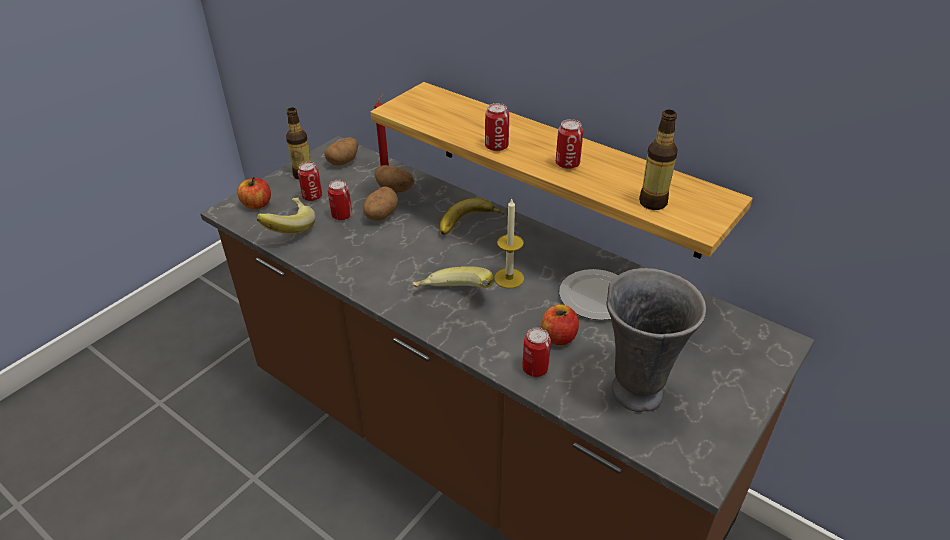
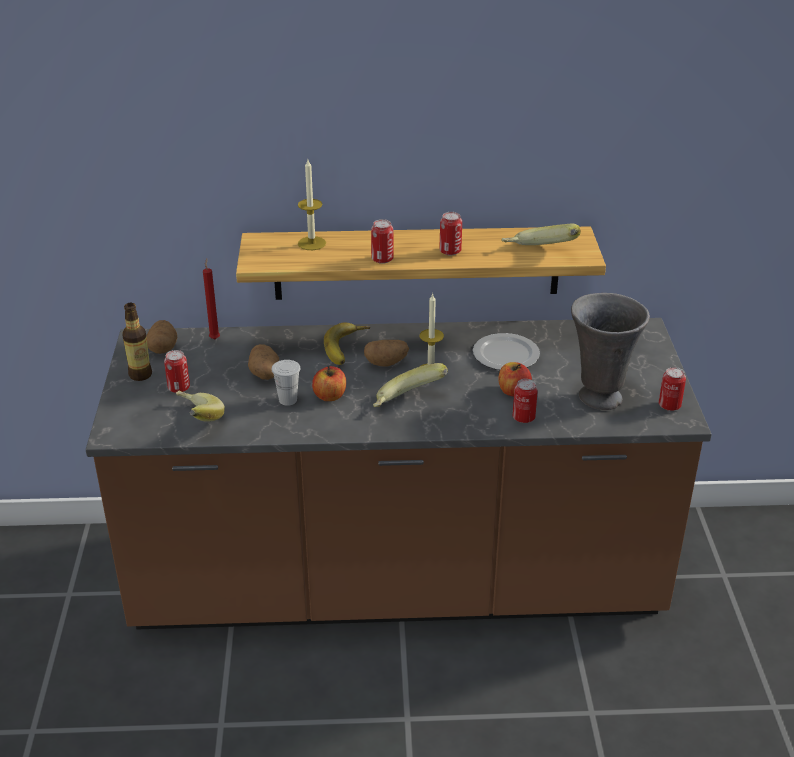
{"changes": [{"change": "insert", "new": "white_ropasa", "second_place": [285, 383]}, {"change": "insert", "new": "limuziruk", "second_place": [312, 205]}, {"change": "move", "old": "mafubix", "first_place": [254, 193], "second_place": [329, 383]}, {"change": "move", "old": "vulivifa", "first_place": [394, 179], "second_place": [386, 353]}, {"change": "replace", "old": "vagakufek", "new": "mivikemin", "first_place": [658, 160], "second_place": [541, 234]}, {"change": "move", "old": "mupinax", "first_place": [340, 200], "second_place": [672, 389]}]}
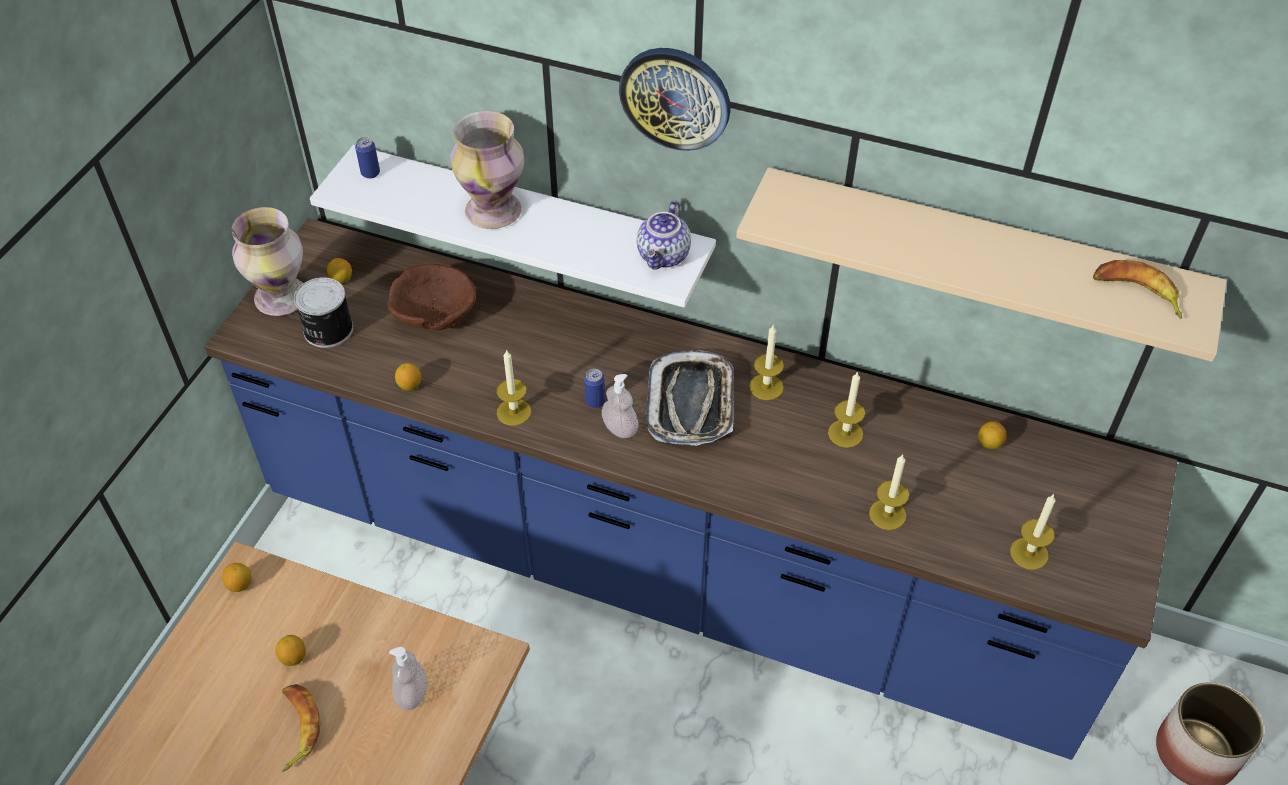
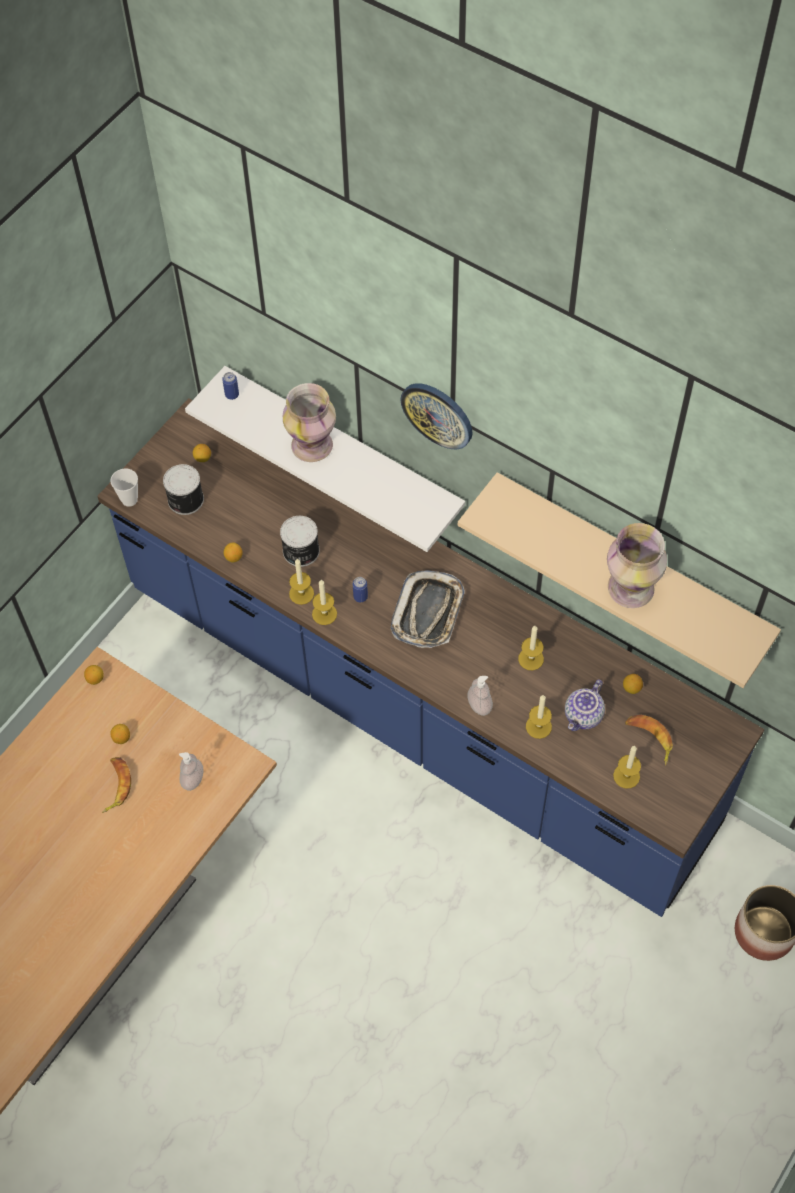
{"changes": [{"change": "insert", "new": "ropasa", "second_place": [124, 488]}, {"change": "insert", "new": "mupinax", "second_place": [300, 541]}, {"change": "move", "old": "limuziruk", "first_place": [766, 362], "second_place": [324, 602]}, {"change": "move", "old": "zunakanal", "first_place": [620, 406], "second_place": [480, 696]}, {"change": "move", "old": "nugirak", "first_place": [664, 234], "second_place": [585, 705]}, {"change": "move", "old": "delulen", "first_place": [267, 261], "second_place": [637, 565]}, {"change": "move", "old": "mivikemin", "first_place": [1137, 289], "second_place": [649, 740]}, {"change": "delete", "old": "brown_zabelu", "first_place": [431, 297]}]}
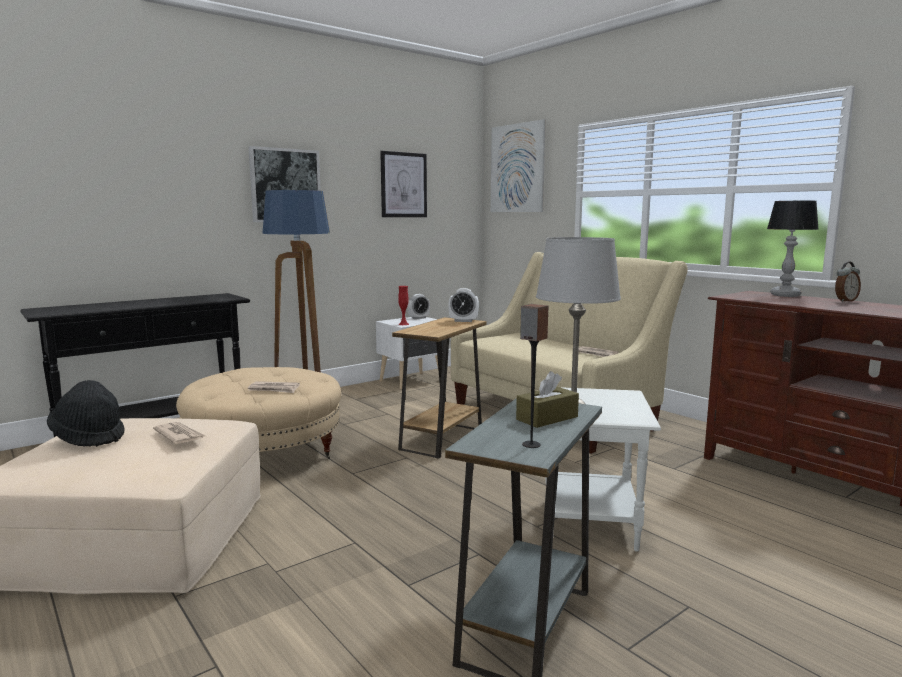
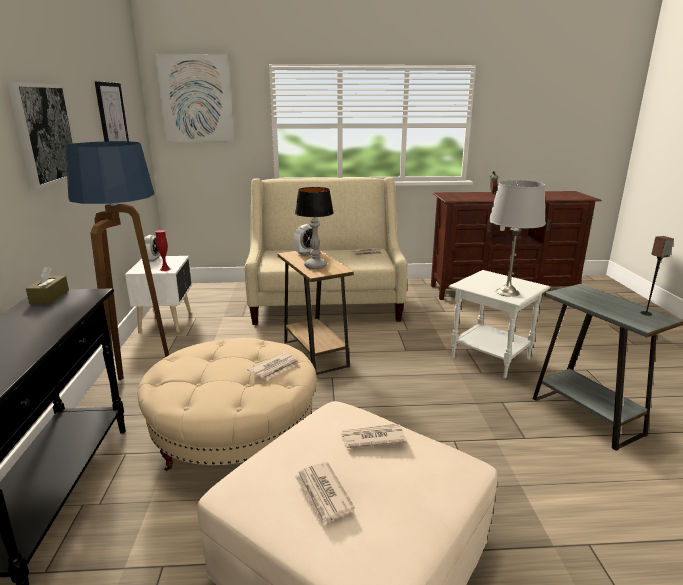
{"changes": [{"change": "move", "old": "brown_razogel", "first_place": [547, 399], "second_place": [47, 285]}, {"change": "move", "old": "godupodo", "first_place": [793, 249], "second_place": [314, 228]}, {"change": "replace", "old": "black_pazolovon", "new": "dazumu", "first_place": [86, 413], "second_place": [325, 494]}]}
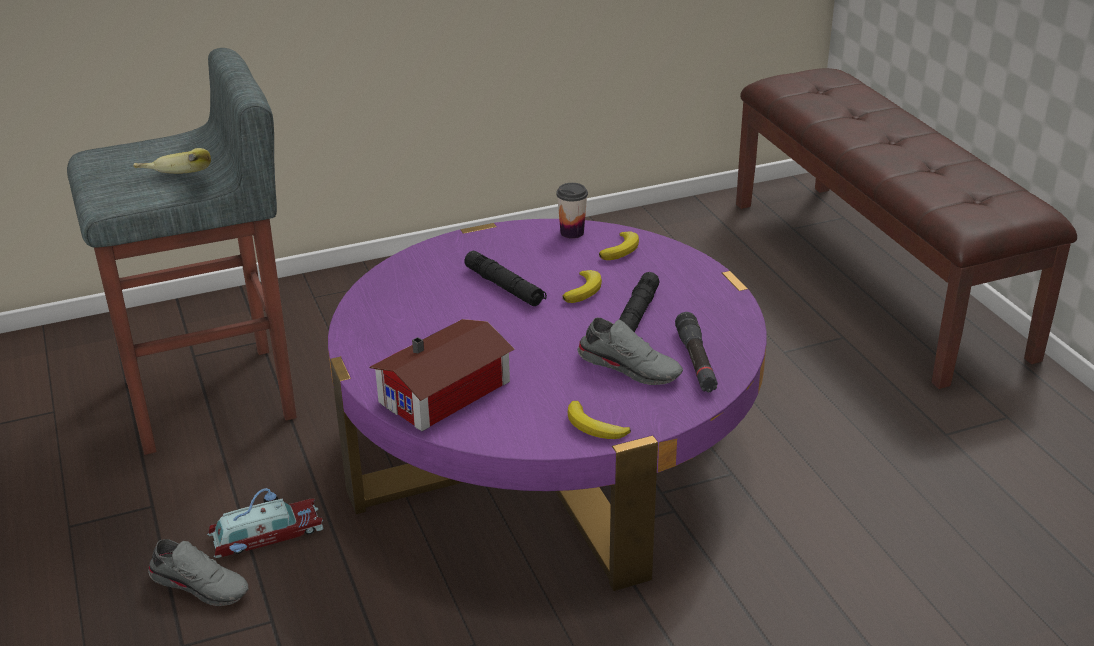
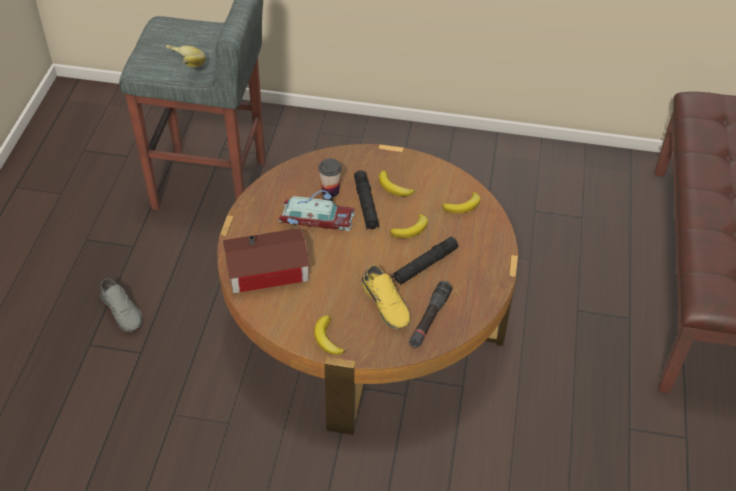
{"changes": [{"change": "recolor", "old": "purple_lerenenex", "new": "brown_lerenenex", "first_place": [547, 405], "second_place": [367, 289]}, {"change": "move", "old": "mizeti", "first_place": [265, 523], "second_place": [316, 210]}, {"change": "move", "old": "ropasa", "first_place": [572, 211], "second_place": [330, 177]}, {"change": "recolor", "old": "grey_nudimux", "new": "yellow_nudimux", "first_place": [630, 351], "second_place": [386, 297]}, {"change": "insert", "new": "mivikemin", "second_place": [397, 184]}]}
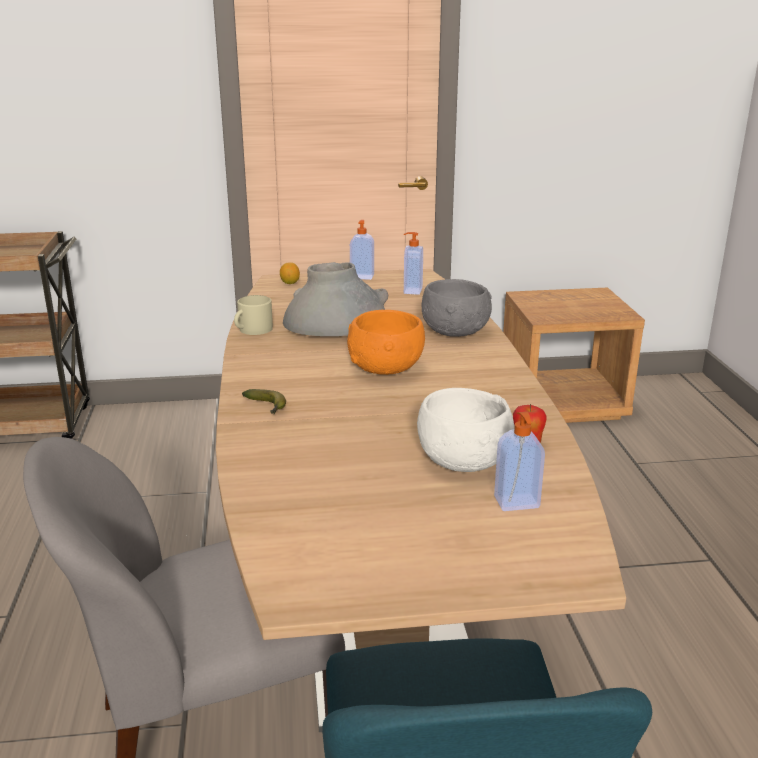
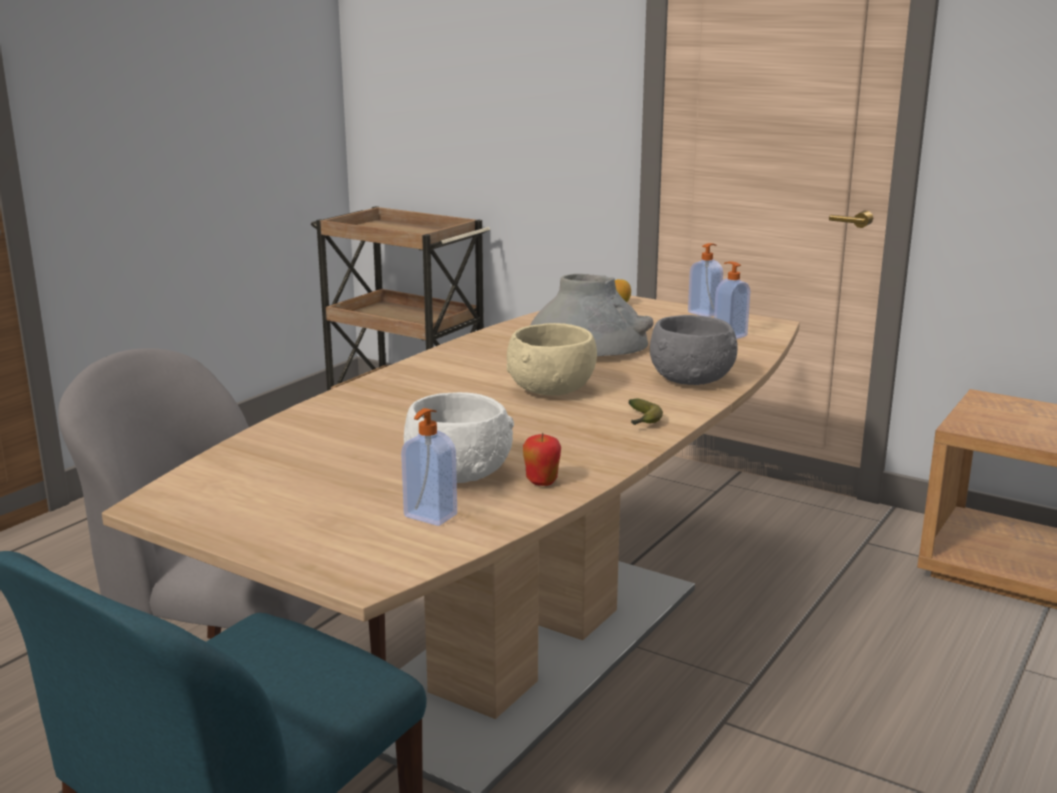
{"changes": [{"change": "recolor", "old": "orange_zabelu", "new": "beige_zabelu", "first_place": [386, 342], "second_place": [552, 359]}, {"change": "move", "old": "mivikemin", "first_place": [264, 401], "second_place": [646, 412]}, {"change": "delete", "old": "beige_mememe", "first_place": [253, 315]}]}
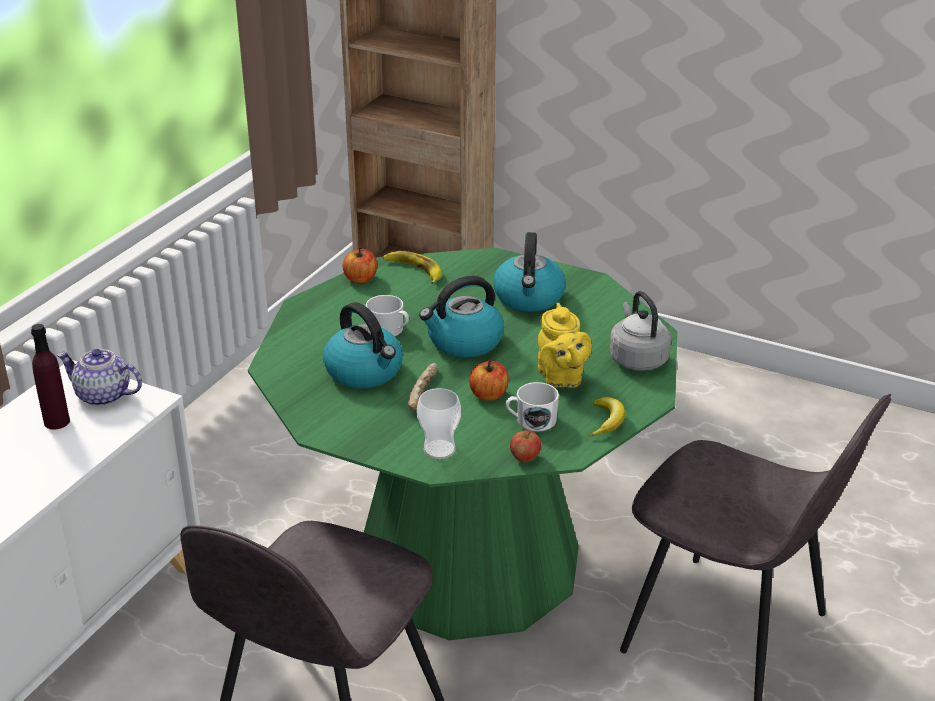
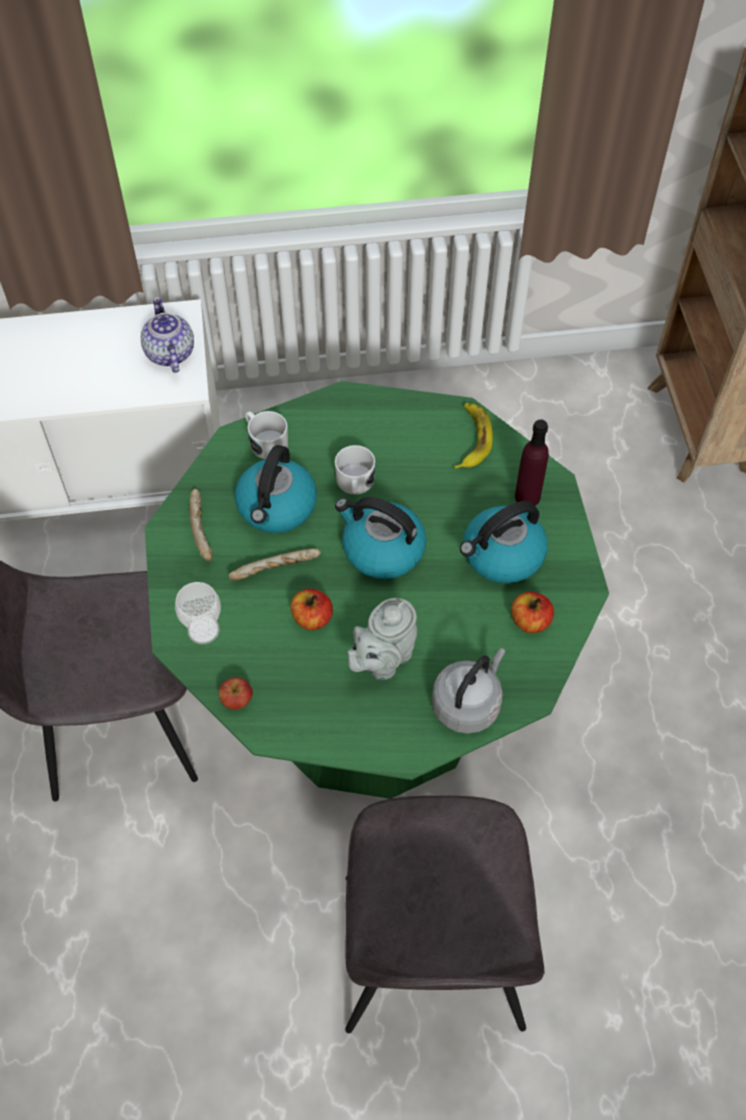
{"changes": [{"change": "insert", "new": "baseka", "second_place": [201, 525]}, {"change": "move", "old": "white_mememe", "first_place": [532, 407], "second_place": [266, 435]}, {"change": "recolor", "old": "yellow_nugirak", "new": "grey_nugirak", "first_place": [565, 345], "second_place": [382, 639]}, {"change": "move", "old": "mafubix", "first_place": [360, 265], "second_place": [532, 612]}, {"change": "move", "old": "purple_vagakufek", "first_place": [50, 377], "second_place": [532, 462]}, {"change": "delete", "old": "mivikemin", "first_place": [607, 417]}]}
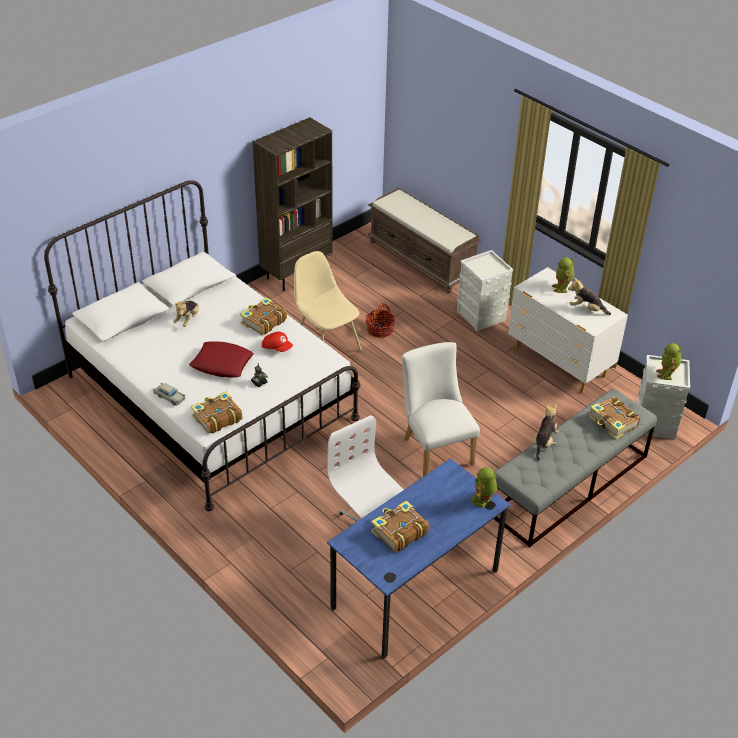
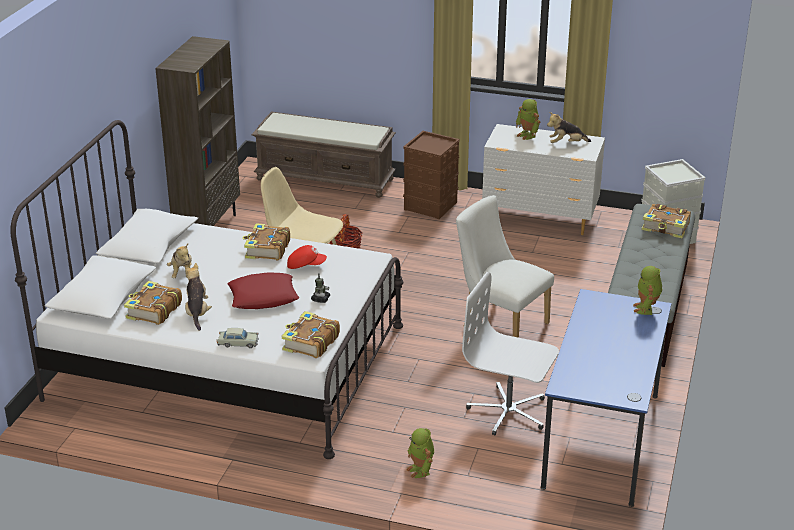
{"changes": [{"change": "move", "old": "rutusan", "first_place": [400, 526], "second_place": [153, 303]}, {"change": "move", "old": "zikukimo", "first_place": [546, 432], "second_place": [198, 297]}, {"change": "recolor", "old": "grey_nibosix", "new": "brown_nibosix", "first_place": [485, 290], "second_place": [431, 175]}, {"change": "move", "old": "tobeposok", "first_place": [668, 361], "second_place": [420, 453]}]}
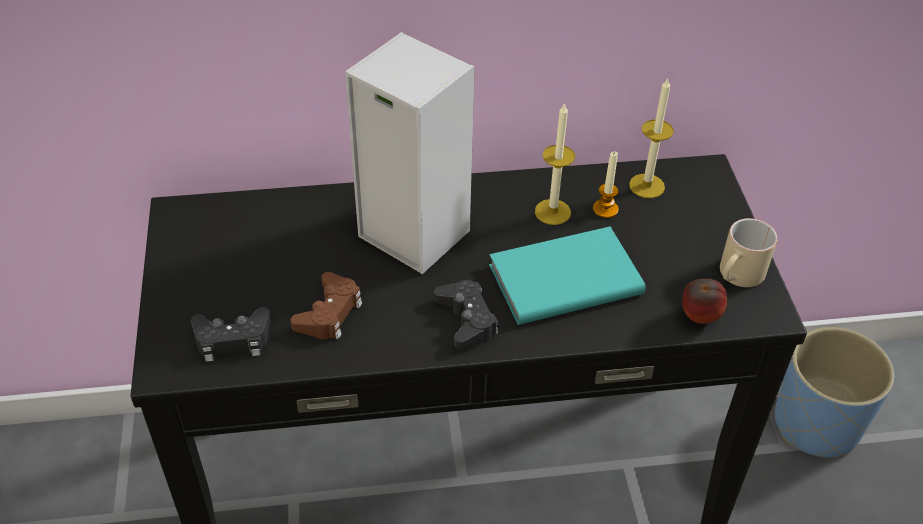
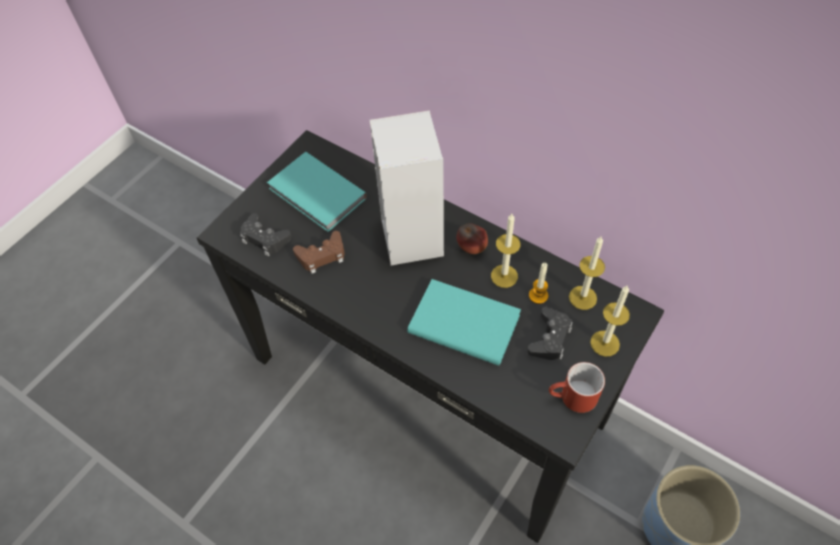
{"changes": [{"change": "insert", "new": "turquoise_rutusan", "second_place": [317, 192]}, {"change": "move", "old": "mafubix", "first_place": [704, 301], "second_place": [472, 238]}, {"change": "move", "old": "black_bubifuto", "first_place": [466, 315], "second_place": [550, 333]}, {"change": "recolor", "old": "beige_mememe", "new": "red_mememe", "first_place": [749, 252], "second_place": [577, 387]}, {"change": "insert", "new": "limuziruk", "second_place": [610, 321]}]}
